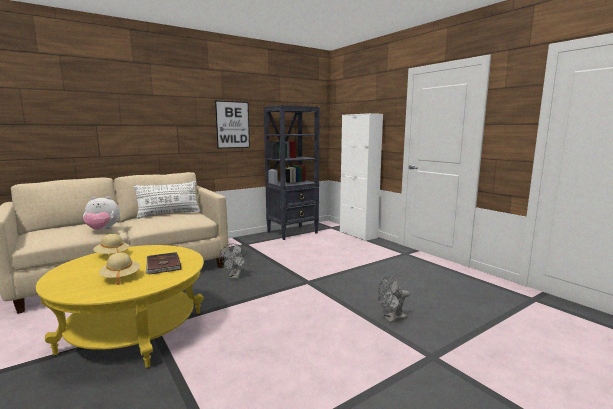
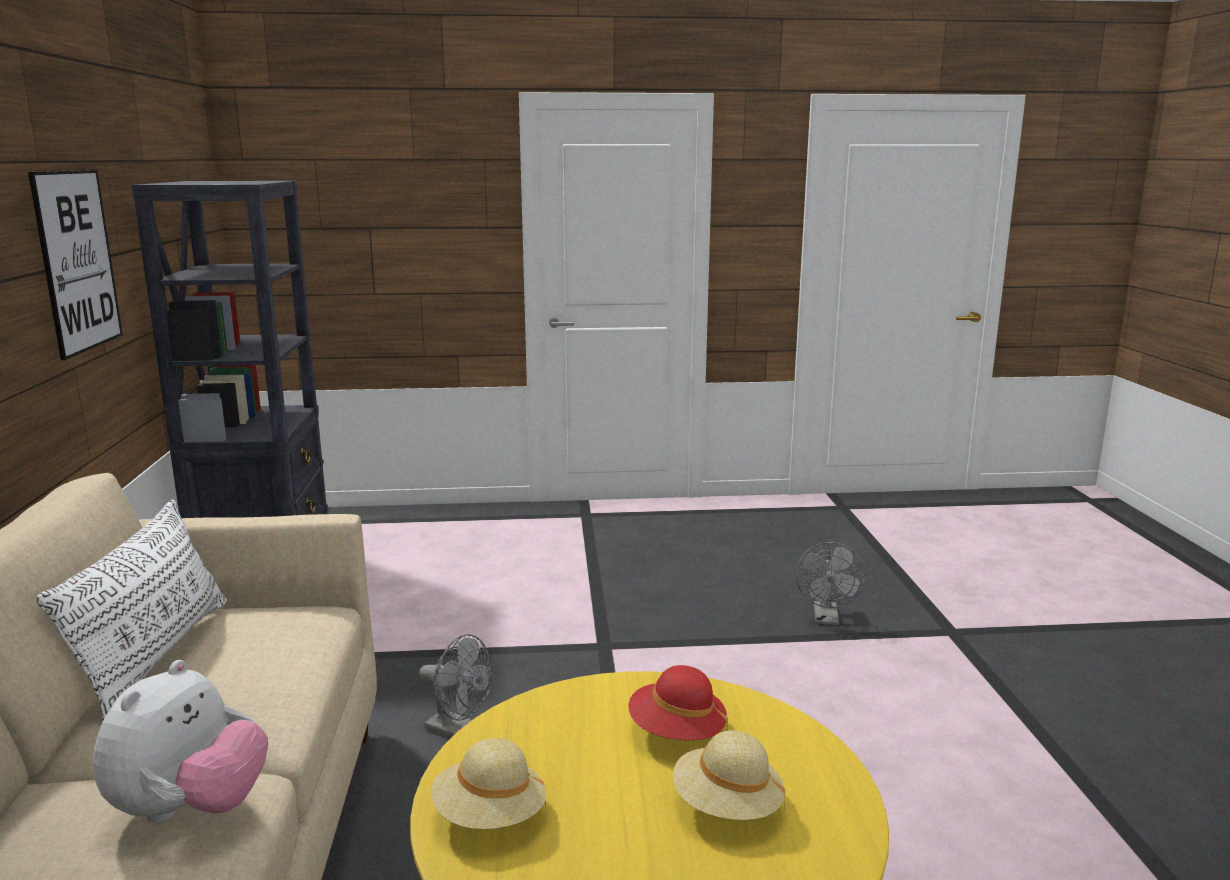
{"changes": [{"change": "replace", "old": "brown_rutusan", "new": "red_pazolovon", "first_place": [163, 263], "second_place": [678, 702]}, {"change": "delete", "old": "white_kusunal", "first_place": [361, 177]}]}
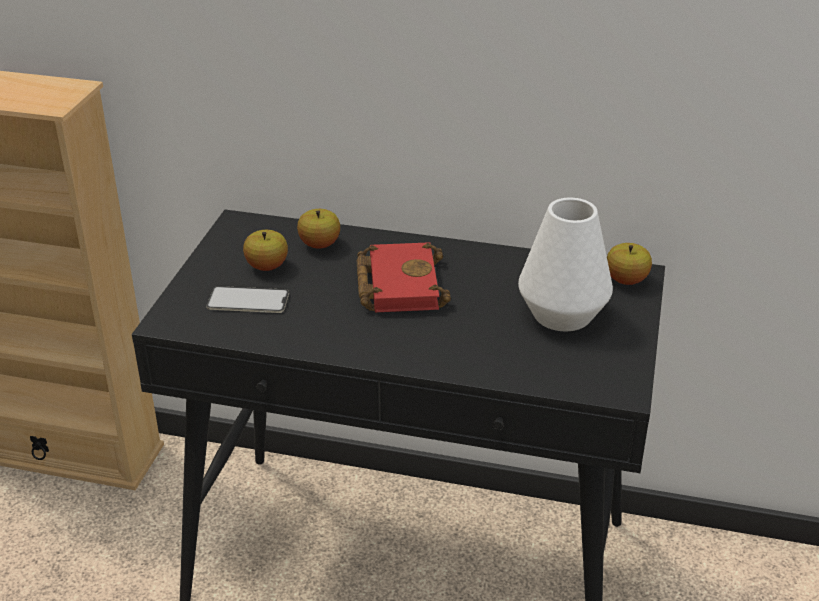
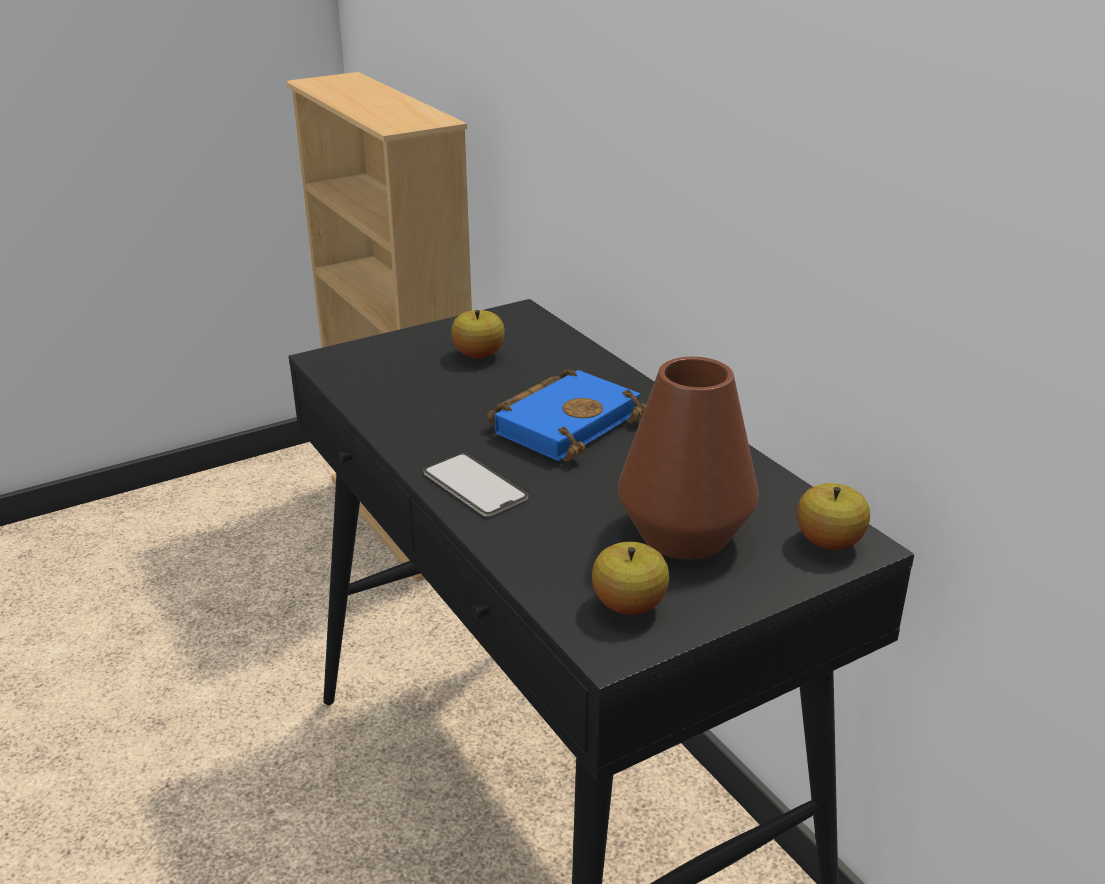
{"changes": [{"change": "move", "old": "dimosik", "first_place": [247, 299], "second_place": [476, 485]}, {"change": "recolor", "old": "red_rutusan", "new": "blue_rutusan", "first_place": [403, 277], "second_place": [566, 415]}, {"change": "move", "old": "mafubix", "first_place": [318, 229], "second_place": [630, 578]}, {"change": "recolor", "old": "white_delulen", "new": "brown_delulen", "first_place": [565, 264], "second_place": [688, 458]}]}
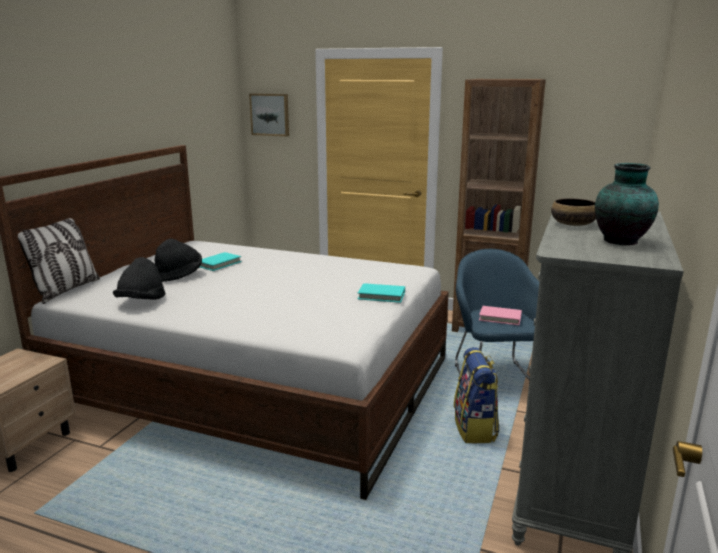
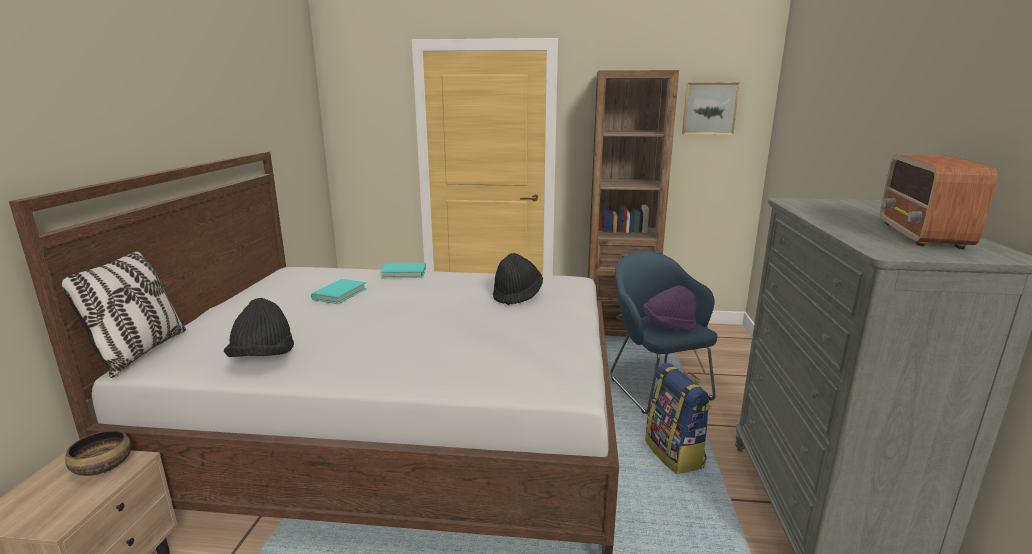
{"changes": [{"change": "move", "old": "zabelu", "first_place": [573, 212], "second_place": [98, 453]}, {"change": "move", "old": "turquoise_rutusan", "first_place": [381, 293], "second_place": [403, 270]}, {"change": "move", "old": "black_pazolovon", "first_place": [178, 260], "second_place": [518, 279]}, {"change": "replace", "old": "pink_rutusan", "new": "purple_pazolovon", "first_place": [500, 315], "second_place": [670, 308]}, {"change": "move", "old": "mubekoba", "first_place": [269, 115], "second_place": [711, 109]}, {"change": "replace", "old": "delulen", "new": "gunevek", "first_place": [627, 204], "second_place": [939, 201]}]}
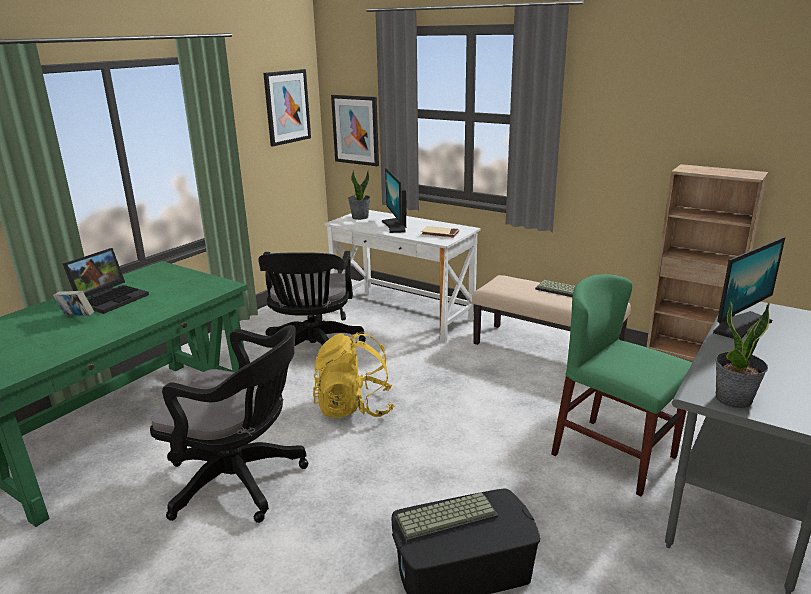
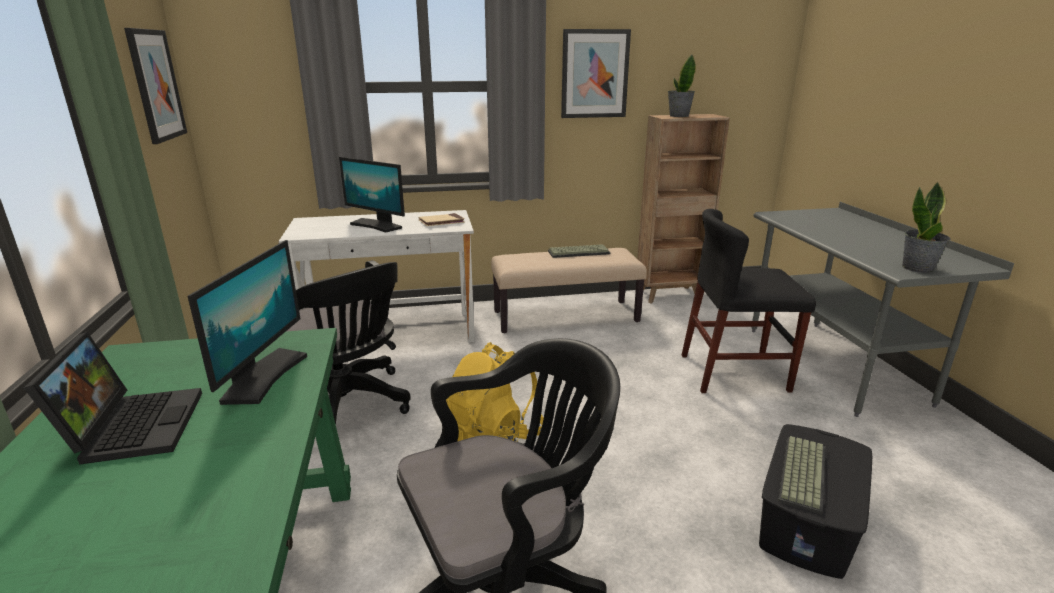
{"changes": [{"change": "move", "old": "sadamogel", "first_place": [749, 288], "second_place": [247, 322]}, {"change": "move", "old": "mubekoba", "first_place": [355, 130], "second_place": [596, 73]}, {"change": "move", "old": "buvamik", "first_place": [359, 195], "second_place": [682, 86]}, {"change": "recolor", "old": "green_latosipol", "new": "black_latosipol", "first_place": [621, 385], "second_place": [749, 301]}, {"change": "delete", "old": "rutusan", "first_place": [73, 303]}]}
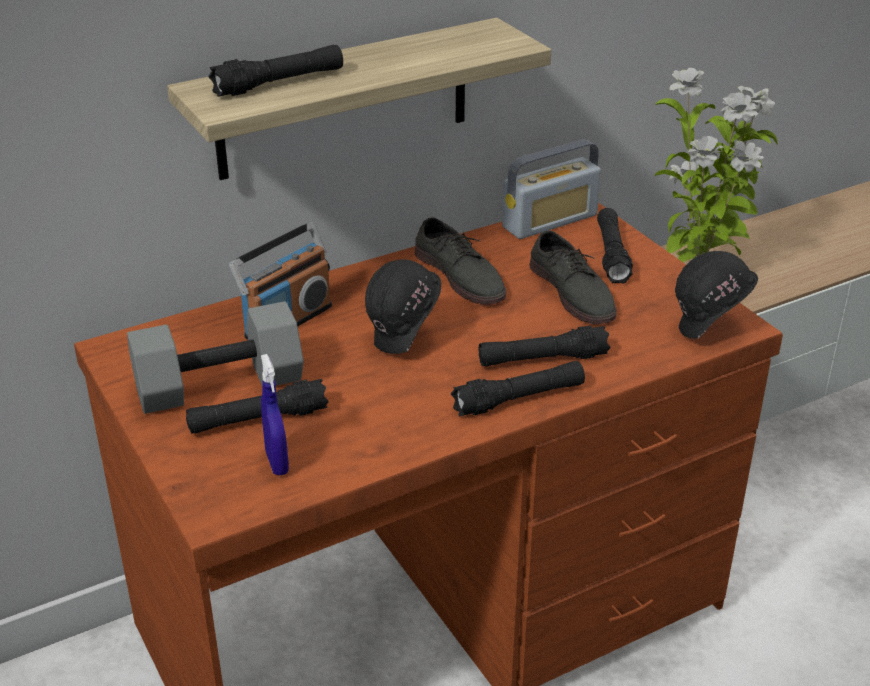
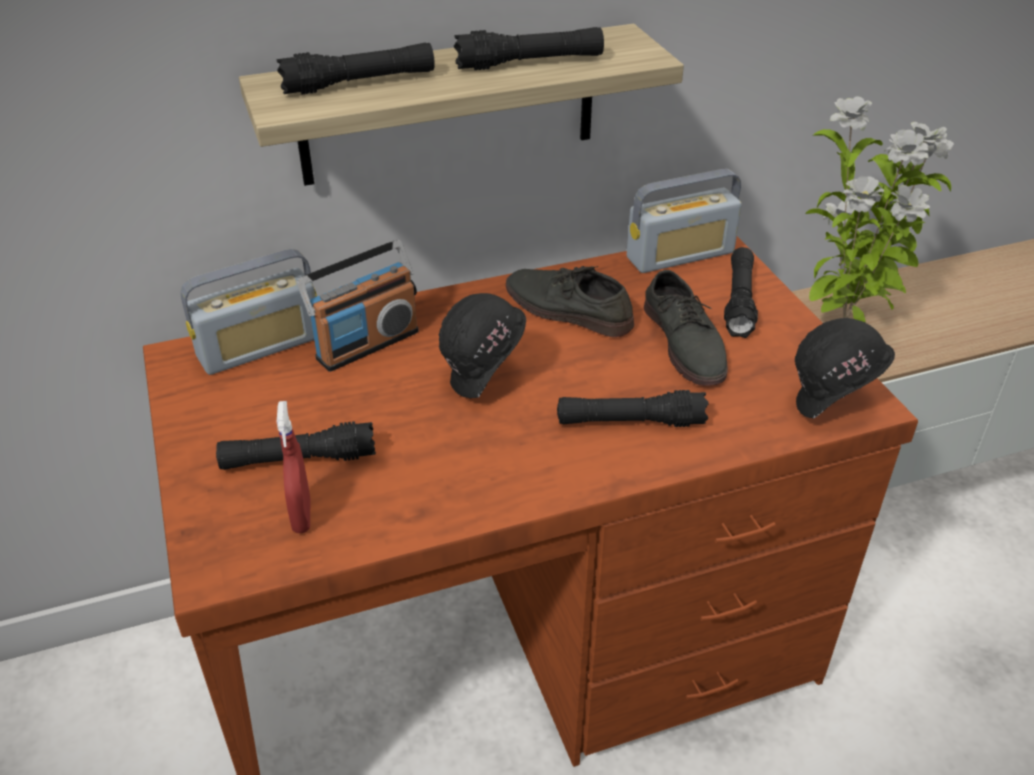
{"changes": [{"change": "insert", "new": "gunevek", "second_place": [248, 312]}, {"change": "recolor", "old": "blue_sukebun", "new": "red_sukebun", "first_place": [275, 414], "second_place": [293, 467]}, {"change": "move", "old": "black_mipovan", "first_place": [518, 389], "second_place": [529, 48]}, {"change": "rotate", "old": "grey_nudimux", "first_place": [460, 261], "second_place": [570, 301], "degrees": 150}, {"change": "delete", "old": "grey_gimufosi", "first_place": [215, 357]}]}
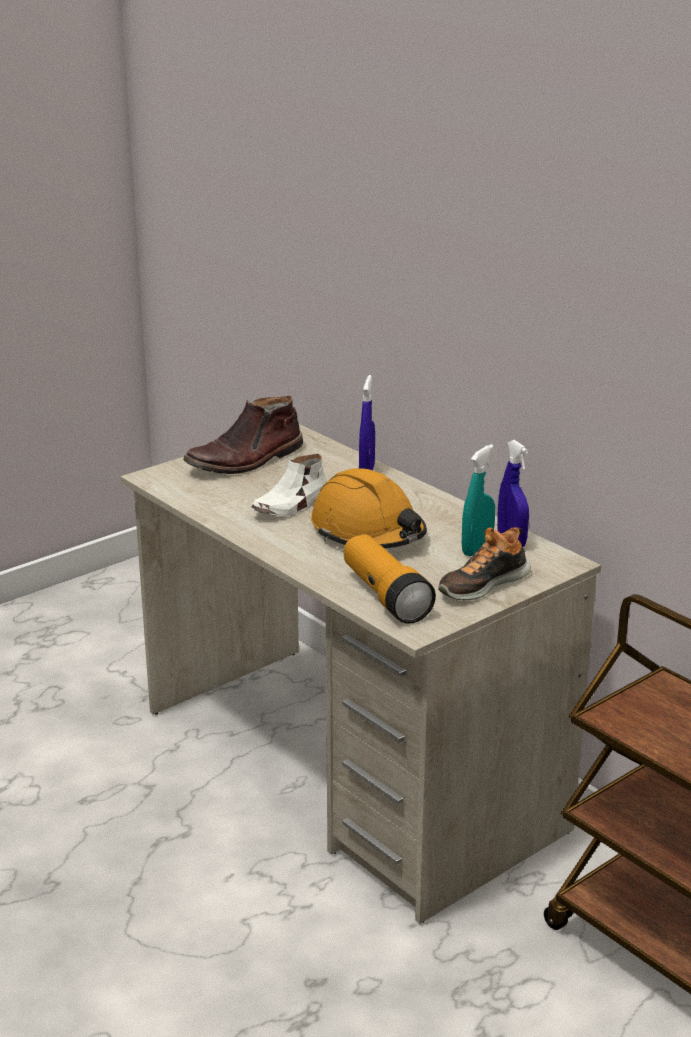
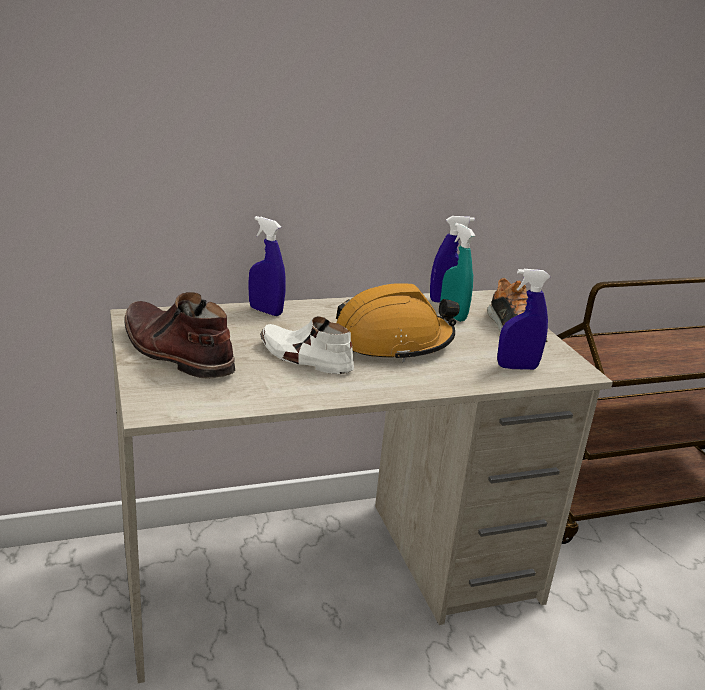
{"changes": [{"change": "rotate", "old": "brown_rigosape", "first_place": [243, 435], "second_place": [179, 335], "degrees": 150}, {"change": "rotate", "old": "white_nudimux", "first_place": [289, 485], "second_place": [307, 345], "degrees": 150}, {"change": "replace", "old": "mipovan", "new": "blue_sukebun", "first_place": [390, 579], "second_place": [523, 319]}]}
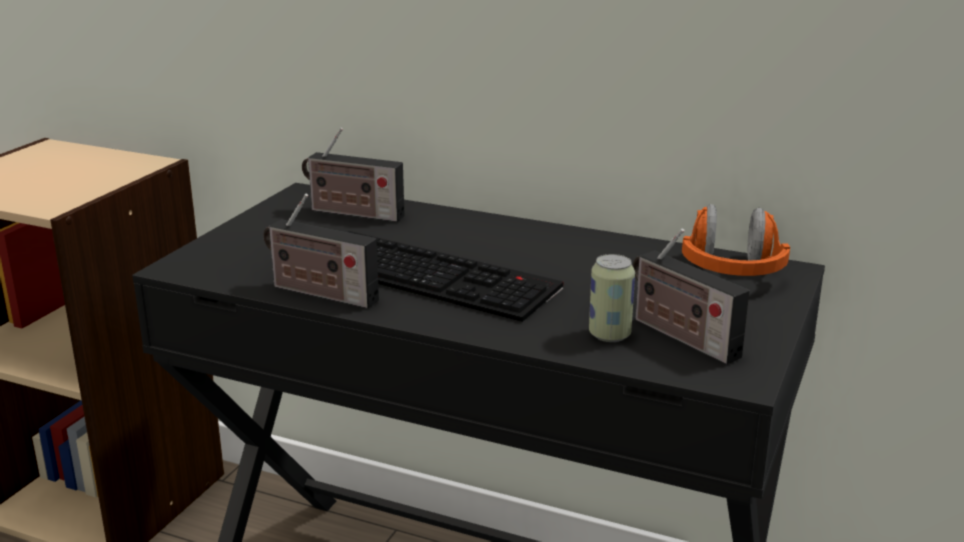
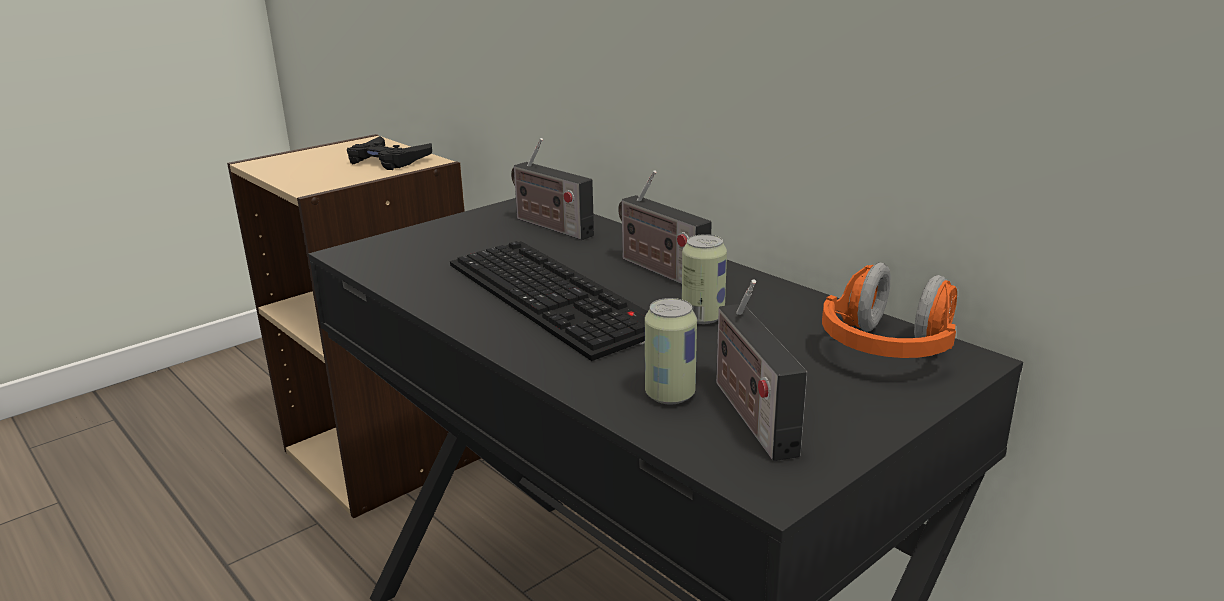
{"changes": [{"change": "insert", "new": "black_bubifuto", "second_place": [389, 153]}, {"change": "move", "old": "gunevek", "first_place": [321, 251], "second_place": [665, 227]}, {"change": "insert", "new": "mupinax", "second_place": [704, 279]}]}
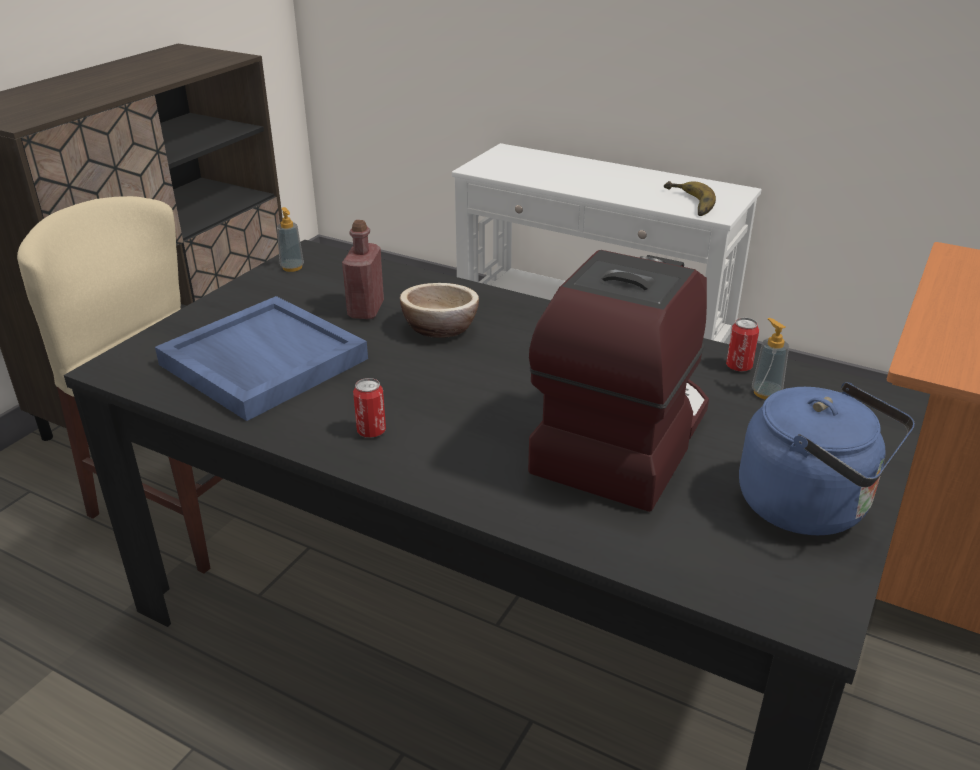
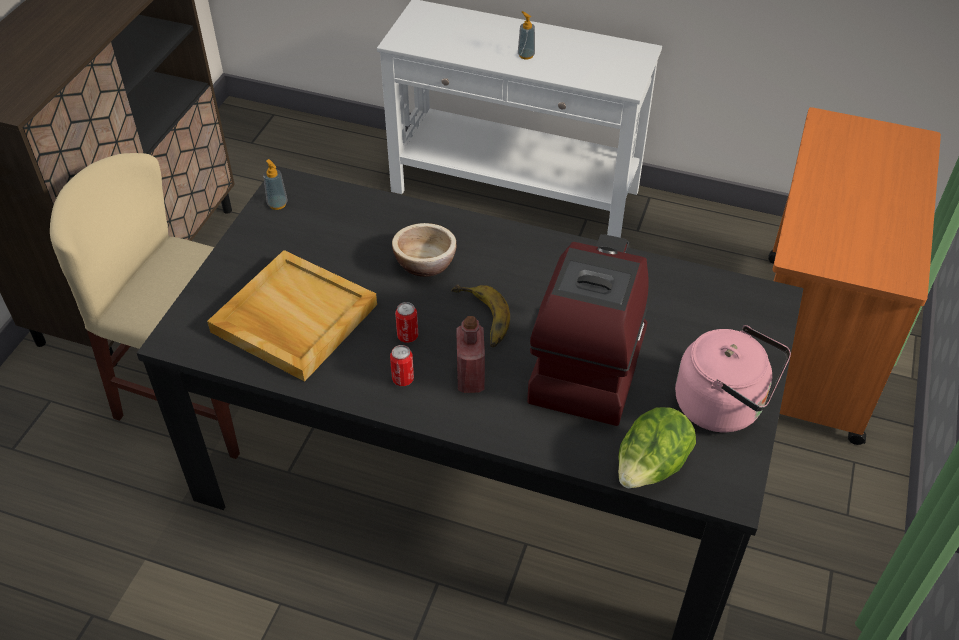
{"changes": [{"change": "recolor", "old": "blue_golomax", "new": "beige_golomax", "first_place": [261, 358], "second_place": [292, 316]}, {"change": "move", "old": "mupinax", "first_place": [742, 344], "second_place": [406, 322]}, {"change": "move", "old": "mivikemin", "first_place": [690, 198], "second_place": [480, 315]}, {"change": "move", "old": "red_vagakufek", "first_place": [363, 269], "second_place": [470, 354]}, {"change": "move", "old": "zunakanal", "first_place": [770, 359], "second_place": [526, 35]}, {"change": "insert", "new": "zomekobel", "second_place": [657, 447]}, {"change": "recolor", "old": "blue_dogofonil", "new": "pink_dogofonil", "first_place": [827, 458], "second_place": [733, 378]}]}
